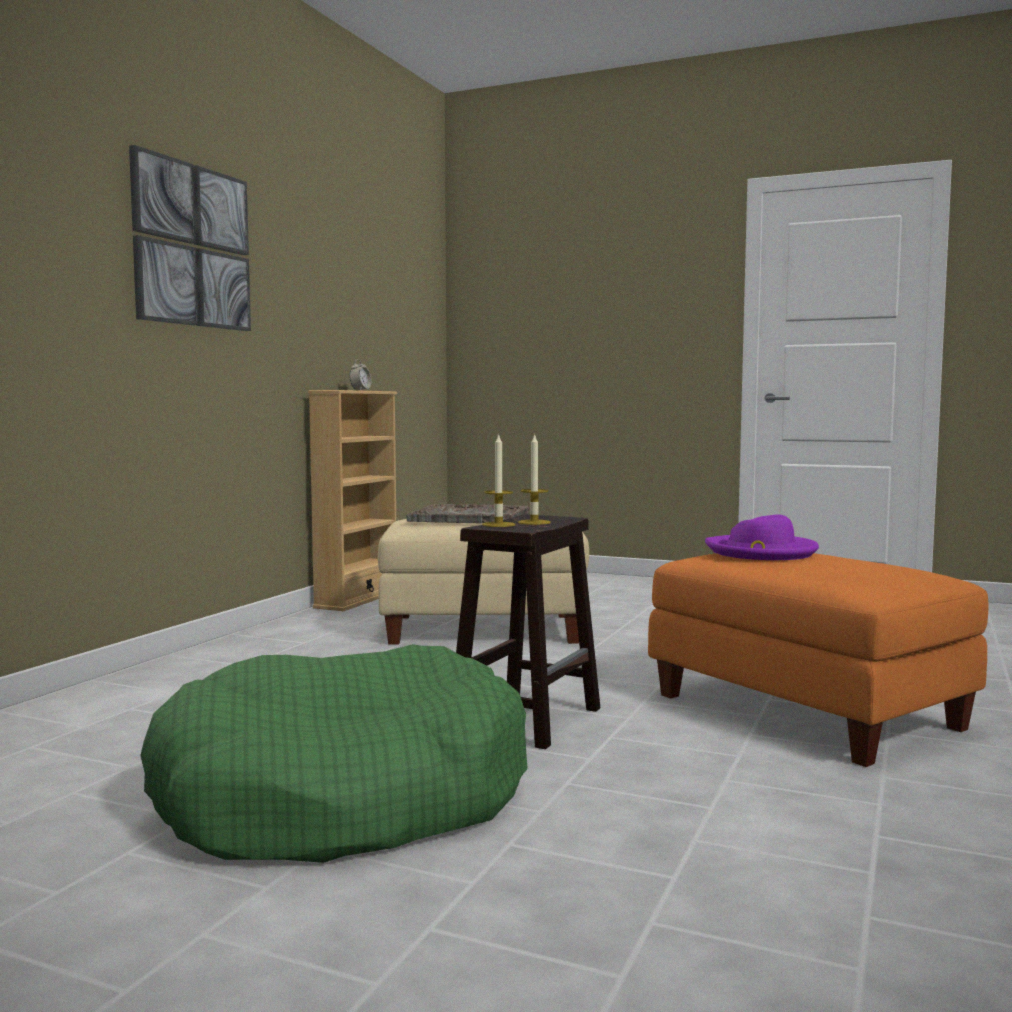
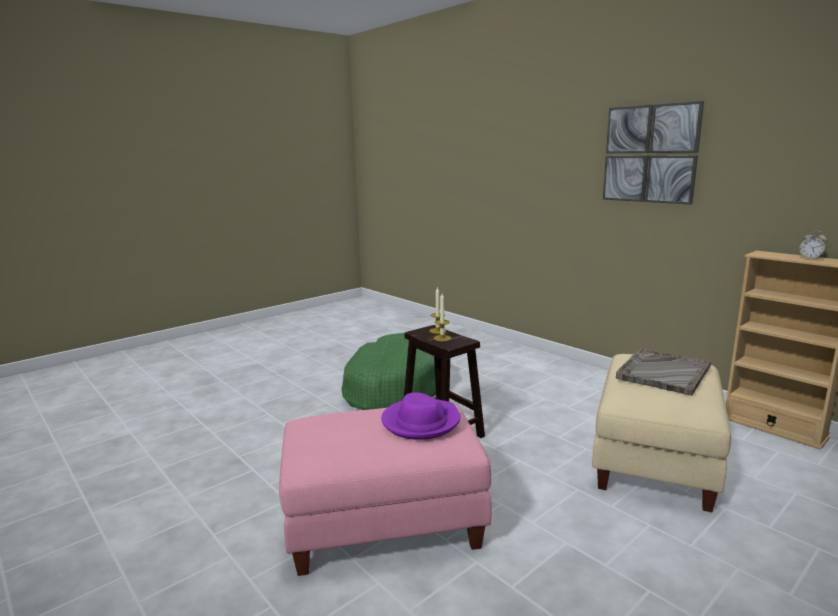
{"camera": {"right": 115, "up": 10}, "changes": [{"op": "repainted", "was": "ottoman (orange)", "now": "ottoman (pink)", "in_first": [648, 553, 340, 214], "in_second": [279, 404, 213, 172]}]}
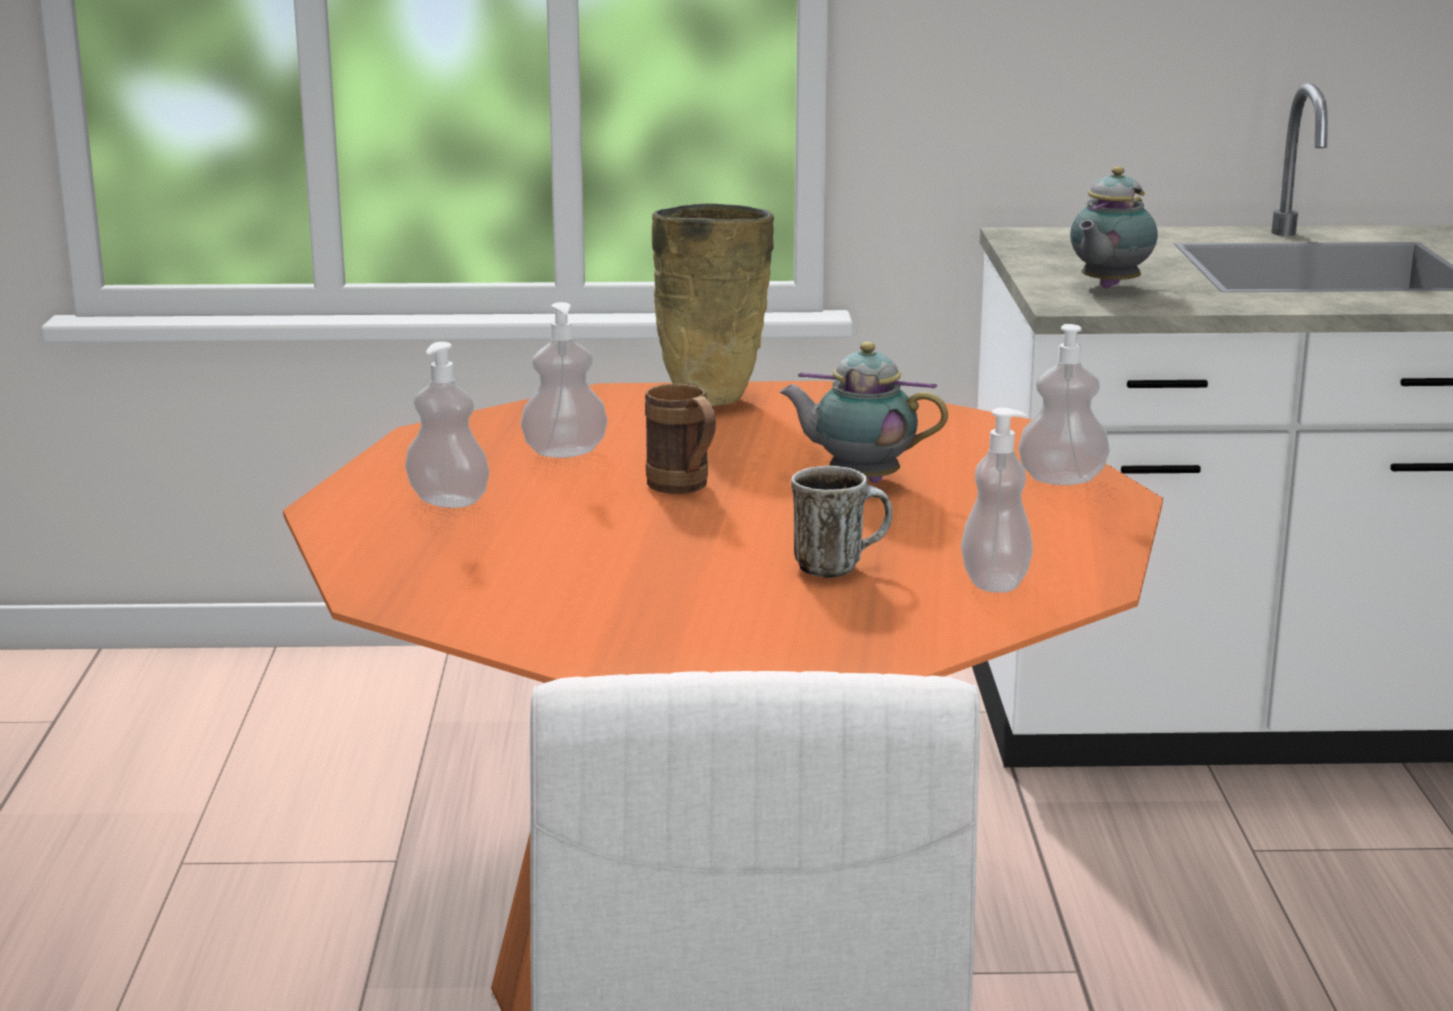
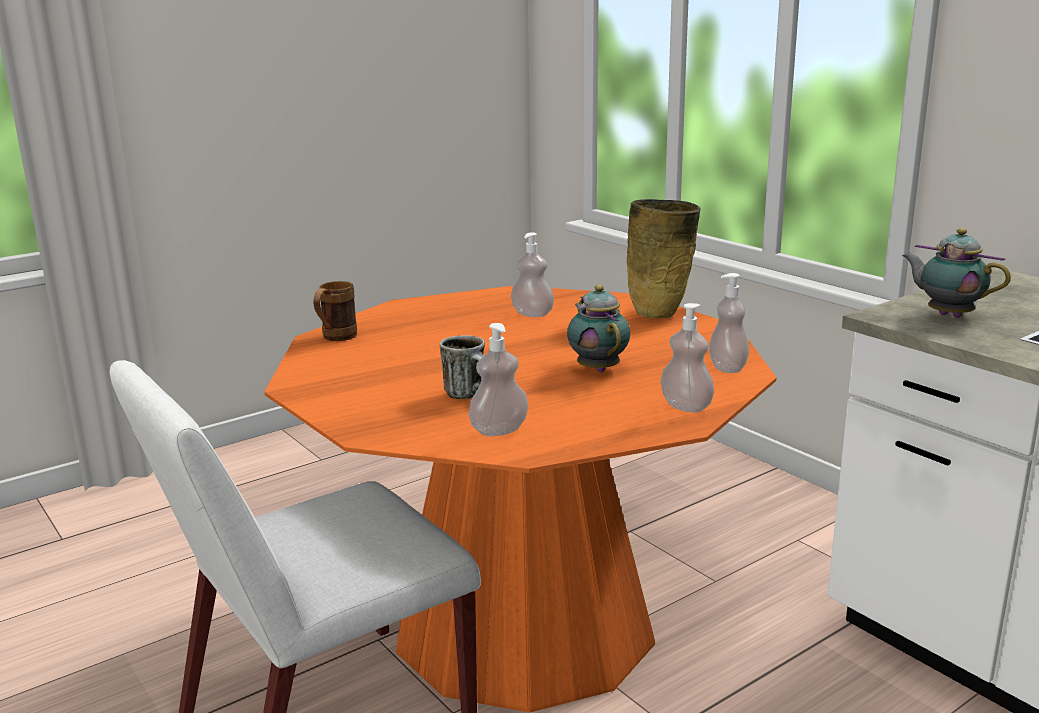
{"camera": {"right": 55, "up": 0}, "changes": [{"op": "shifted", "was": "soap dispenser", "in_first": [405, 342, 84, 166], "in_second": [709, 273, 40, 100]}, {"op": "shifted", "was": "mug (brown)", "in_first": [645, 384, 71, 110], "in_second": [313, 281, 44, 60]}, {"op": "rotated", "was": "teapot", "in_first": [1070, 166, 88, 123], "in_second": [902, 228, 109, 90], "clockwise": 45}]}
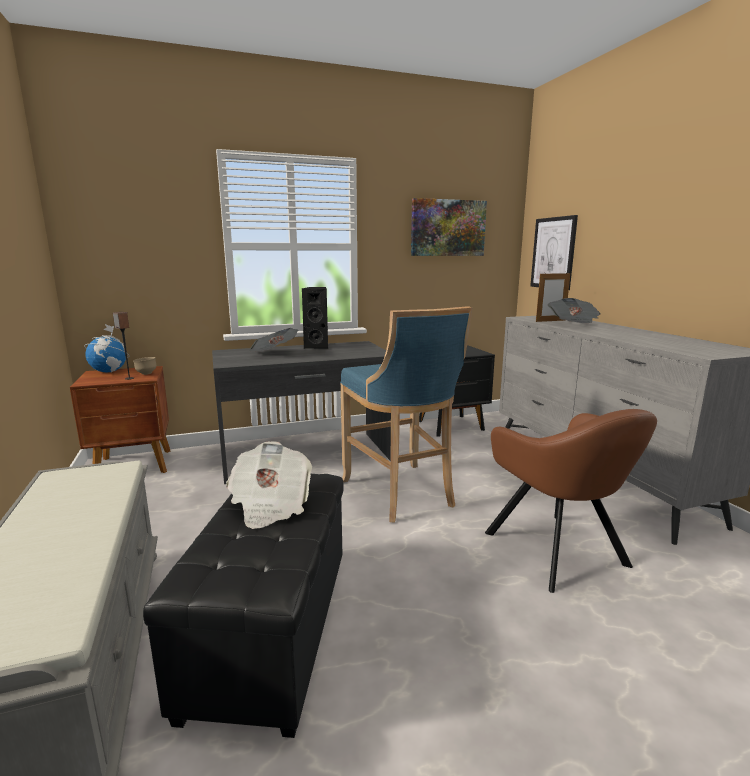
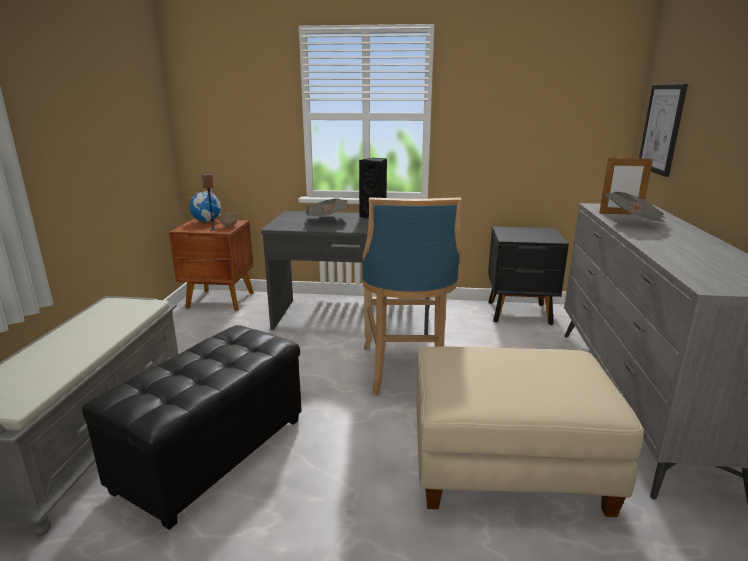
{"camera": {"right": 25, "up": 5}, "changes": [{"op": "gone", "was": "newspaper", "in_first": [226, 441, 86, 88]}, {"op": "gone", "was": "picture", "in_first": [411, 198, 76, 58]}, {"op": "swapped", "was": "armchair (brown)", "now": "ottoman (beige)", "in_first": [485, 409, 172, 184], "in_second": [416, 346, 228, 171]}]}
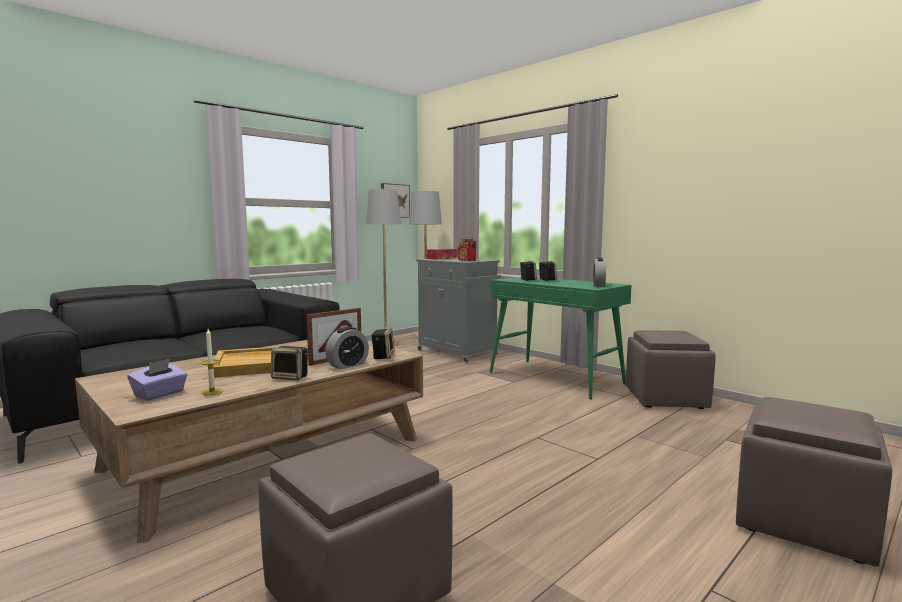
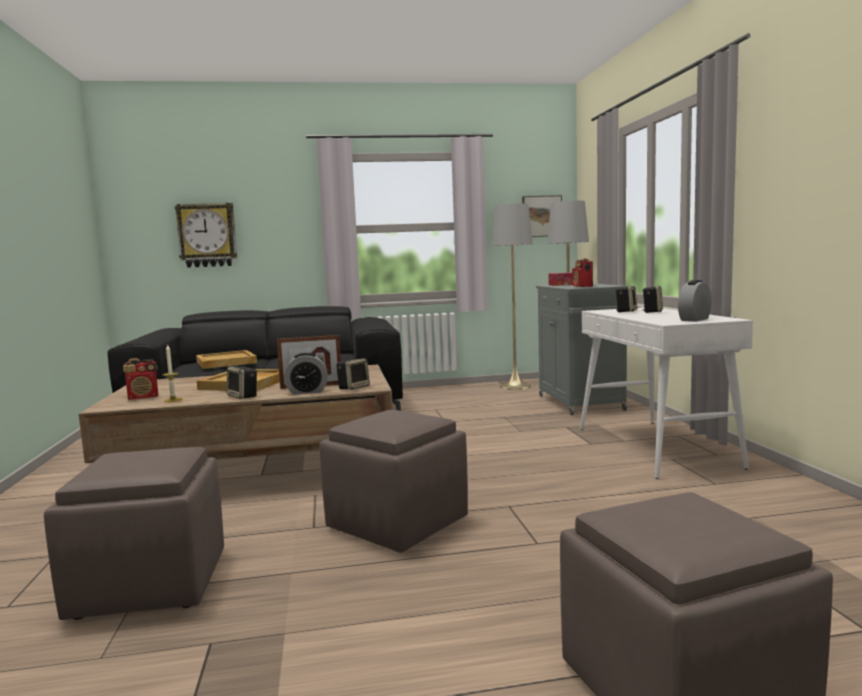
{"camera": {"right": 35, "up": 0}, "changes": [{"op": "swapped", "was": "tissue box (purple)", "now": "radio", "in_first": [128, 359, 59, 42], "in_second": [123, 358, 35, 42]}, {"op": "repainted", "was": "console table (green)", "now": "console table (white)", "in_first": [490, 277, 142, 122], "in_second": [580, 307, 173, 172]}, {"op": "shifted", "was": "ottoman (brown)", "in_first": [626, 330, 90, 79], "in_second": [319, 410, 149, 143]}, {"op": "new", "now": "wall clock", "in_second": [175, 203, 62, 65]}, {"op": "new", "now": "tray (beige)", "in_second": [196, 350, 61, 19]}]}
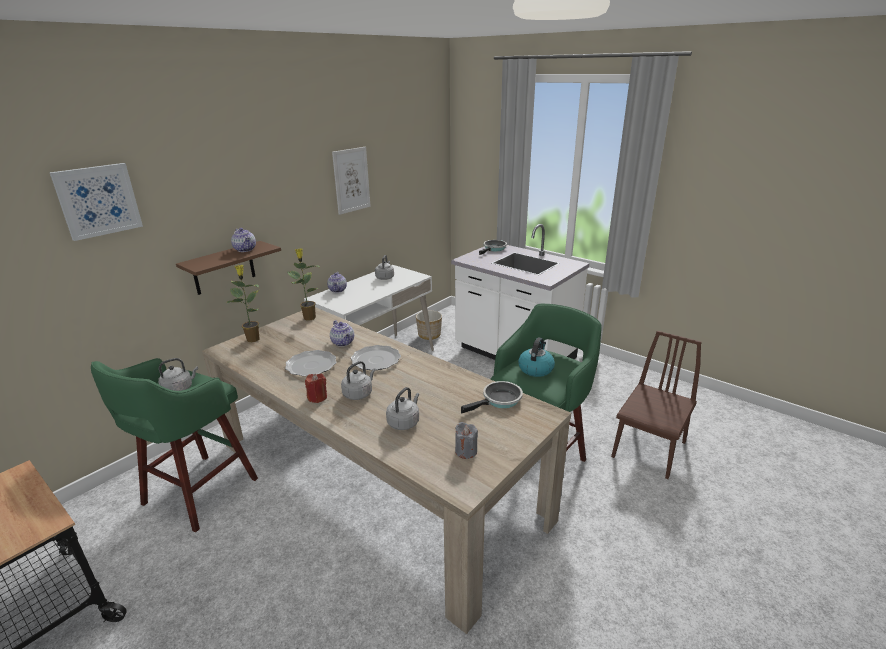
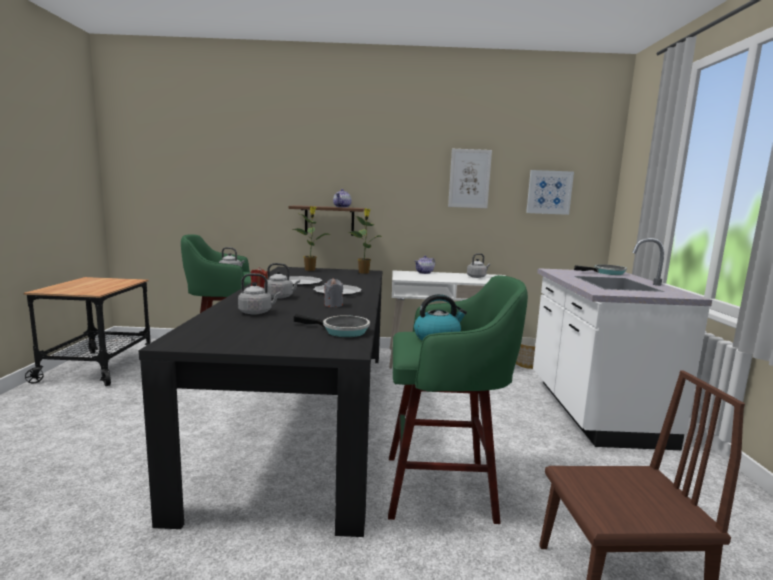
{"camera": {"right": 50, "up": -15}, "changes": [{"op": "shifted", "was": "picture", "in_first": [50, 163, 93, 78], "in_second": [526, 170, 48, 45]}, {"op": "repainted", "was": "dining table (beige)", "now": "dining table (black)", "in_first": [202, 307, 369, 327], "in_second": [139, 267, 243, 270]}, {"op": "gone", "was": "teapot", "in_first": [330, 320, 24, 27]}, {"op": "shifted", "was": "candle (grey)", "in_first": [455, 422, 23, 37], "in_second": [324, 278, 19, 29]}]}
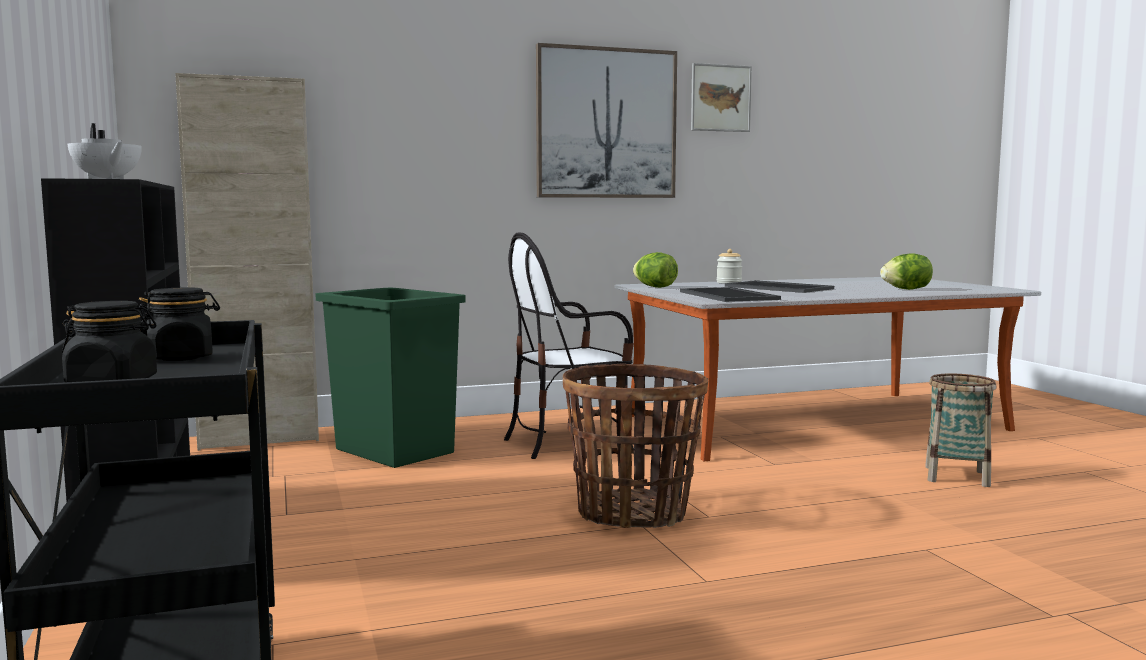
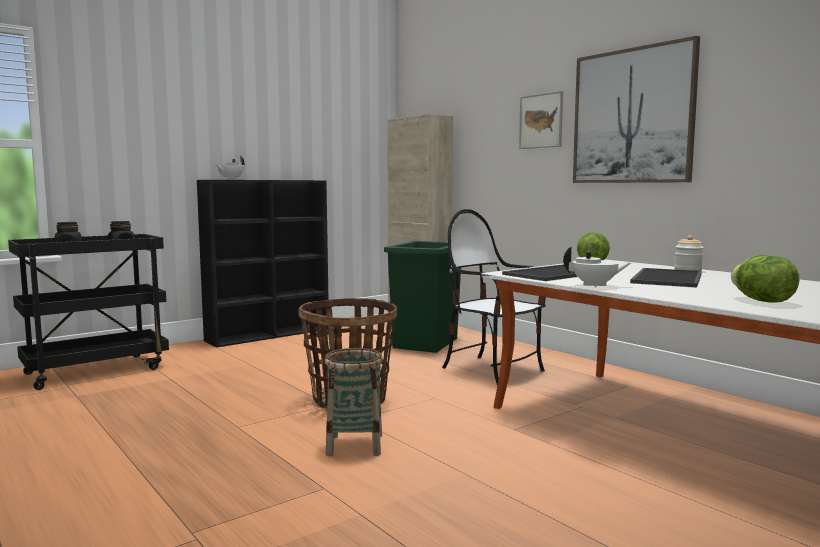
{"camera": {"right": 70, "up": 0}, "changes": [{"op": "shifted", "was": "picture", "in_first": [691, 63, 61, 69], "in_second": [519, 91, 44, 58]}, {"op": "shifted", "was": "basket", "in_first": [925, 374, 71, 113], "in_second": [325, 348, 58, 108]}, {"op": "new", "now": "teapot (white)", "in_second": [563, 246, 68, 42]}]}
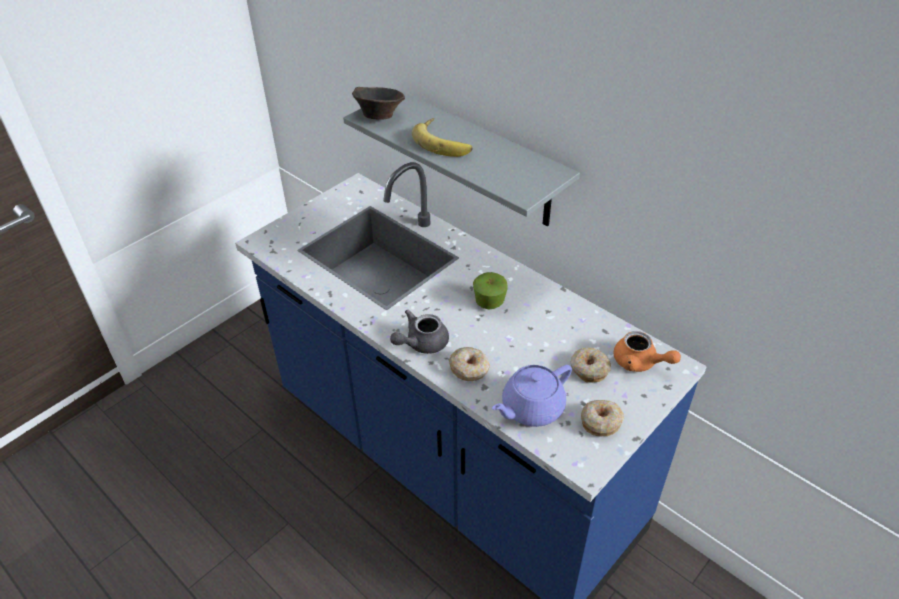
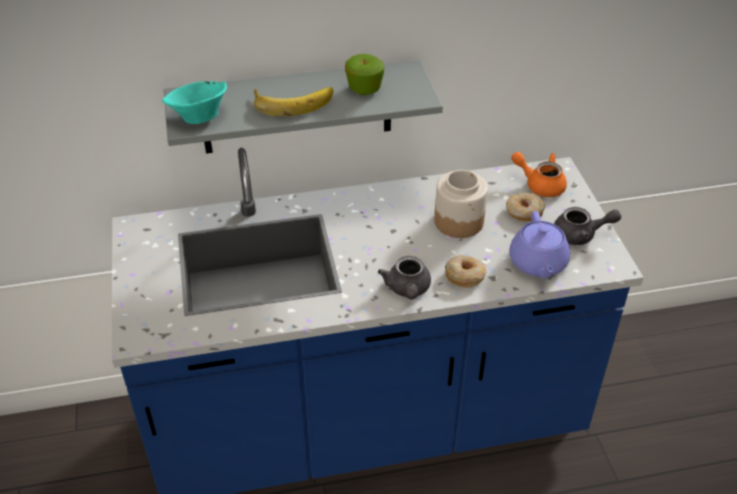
{"camera": {"right": -55, "up": 0}, "changes": [{"op": "repainted", "was": "bowl (brown)", "now": "bowl (turquoise)", "in_first": [352, 87, 53, 33], "in_second": [162, 81, 65, 43]}, {"op": "shifted", "was": "apple", "in_first": [473, 272, 35, 38], "in_second": [345, 54, 39, 41]}, {"op": "swapped", "was": "donut", "now": "teapot (grey)", "in_first": [581, 400, 43, 37], "in_second": [554, 207, 67, 38]}, {"op": "rotated", "was": "teapot (orange)", "in_first": [614, 331, 67, 41], "in_second": [511, 152, 56, 45], "clockwise": -135}, {"op": "new", "now": "jar", "in_second": [434, 170, 54, 68]}]}
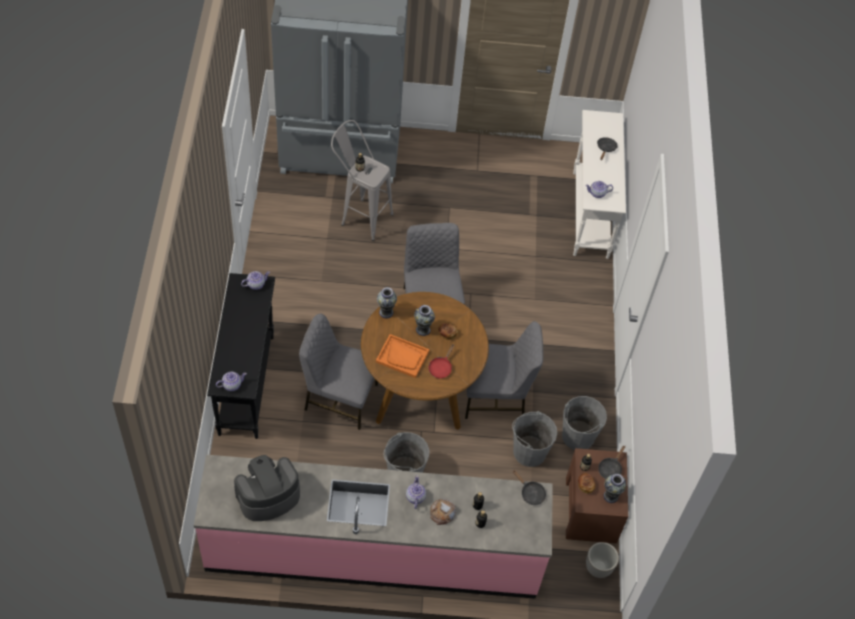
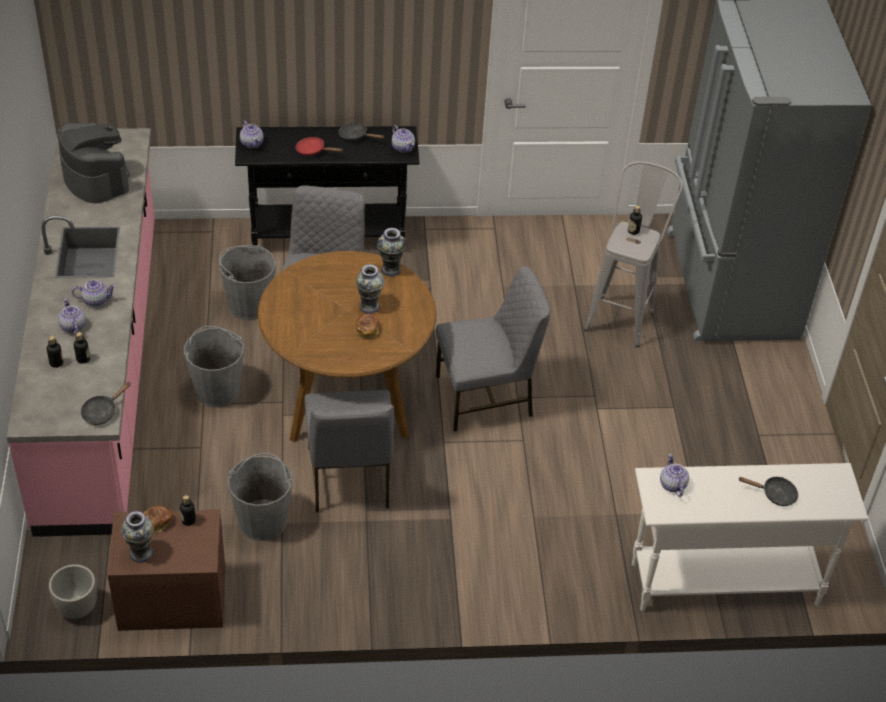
{"camera": {"right": 85, "up": -10}, "changes": [{"op": "gone", "was": "tray (orange)", "in_first": [376, 334, 53, 44]}, {"op": "shifted", "was": "frying pan (red)", "in_first": [429, 344, 25, 34], "in_second": [296, 137, 47, 19]}, {"op": "swapped", "was": "bread", "now": "teapot", "in_first": [430, 499, 26, 26], "in_second": [58, 298, 28, 37]}, {"op": "shifted", "was": "bucket (grey)", "in_first": [562, 396, 45, 54], "in_second": [219, 245, 57, 75]}, {"op": "shifted", "was": "frying pan (black)", "in_first": [598, 446, 27, 33], "in_second": [338, 123, 46, 18]}]}
